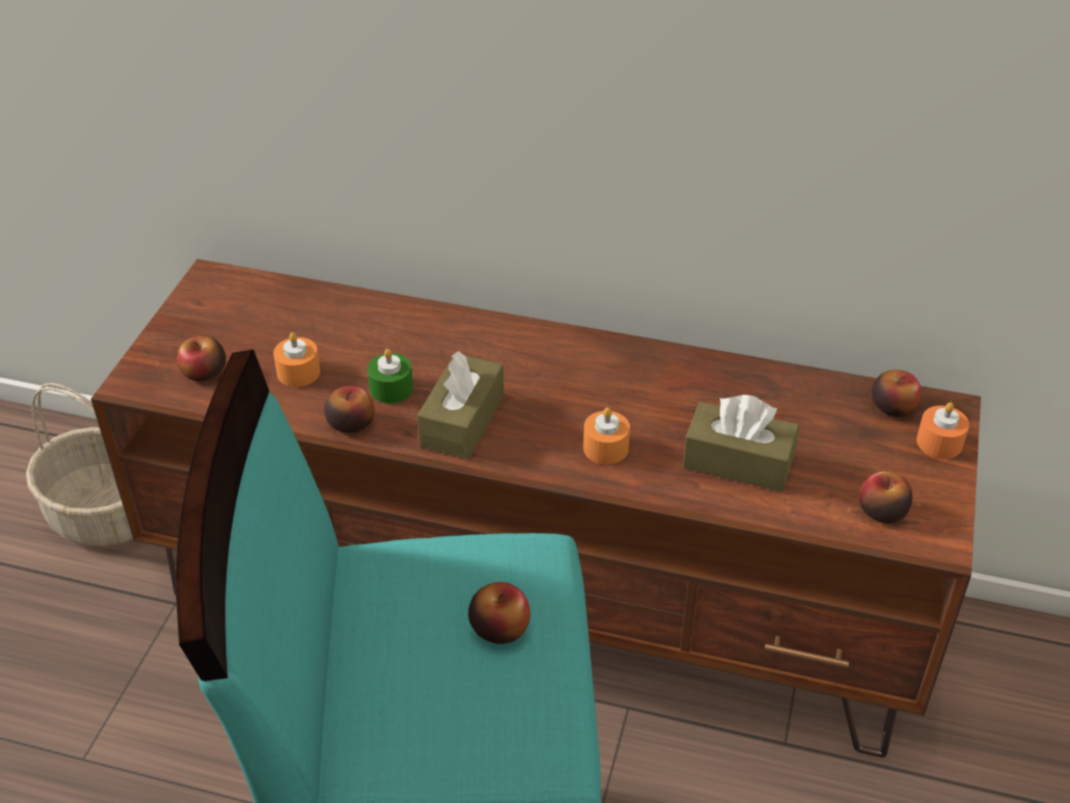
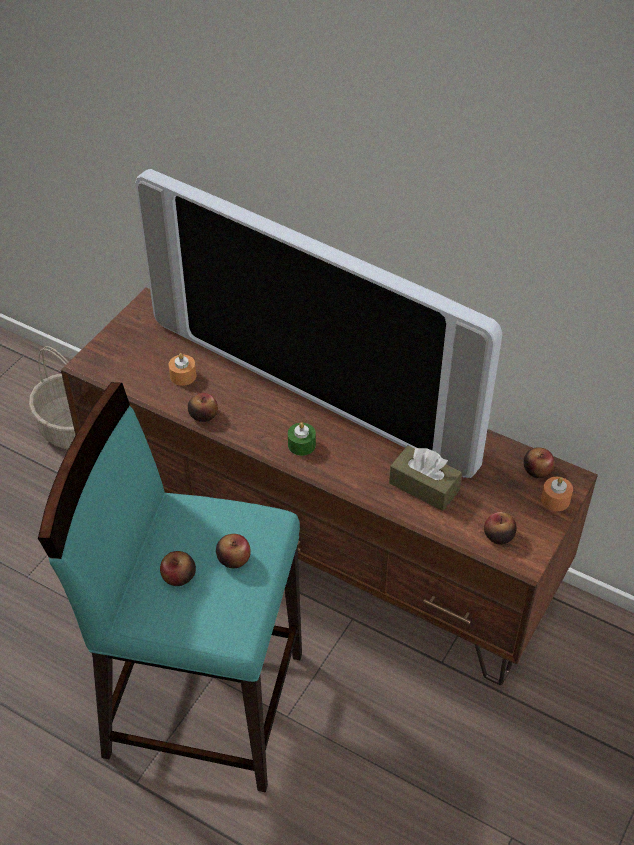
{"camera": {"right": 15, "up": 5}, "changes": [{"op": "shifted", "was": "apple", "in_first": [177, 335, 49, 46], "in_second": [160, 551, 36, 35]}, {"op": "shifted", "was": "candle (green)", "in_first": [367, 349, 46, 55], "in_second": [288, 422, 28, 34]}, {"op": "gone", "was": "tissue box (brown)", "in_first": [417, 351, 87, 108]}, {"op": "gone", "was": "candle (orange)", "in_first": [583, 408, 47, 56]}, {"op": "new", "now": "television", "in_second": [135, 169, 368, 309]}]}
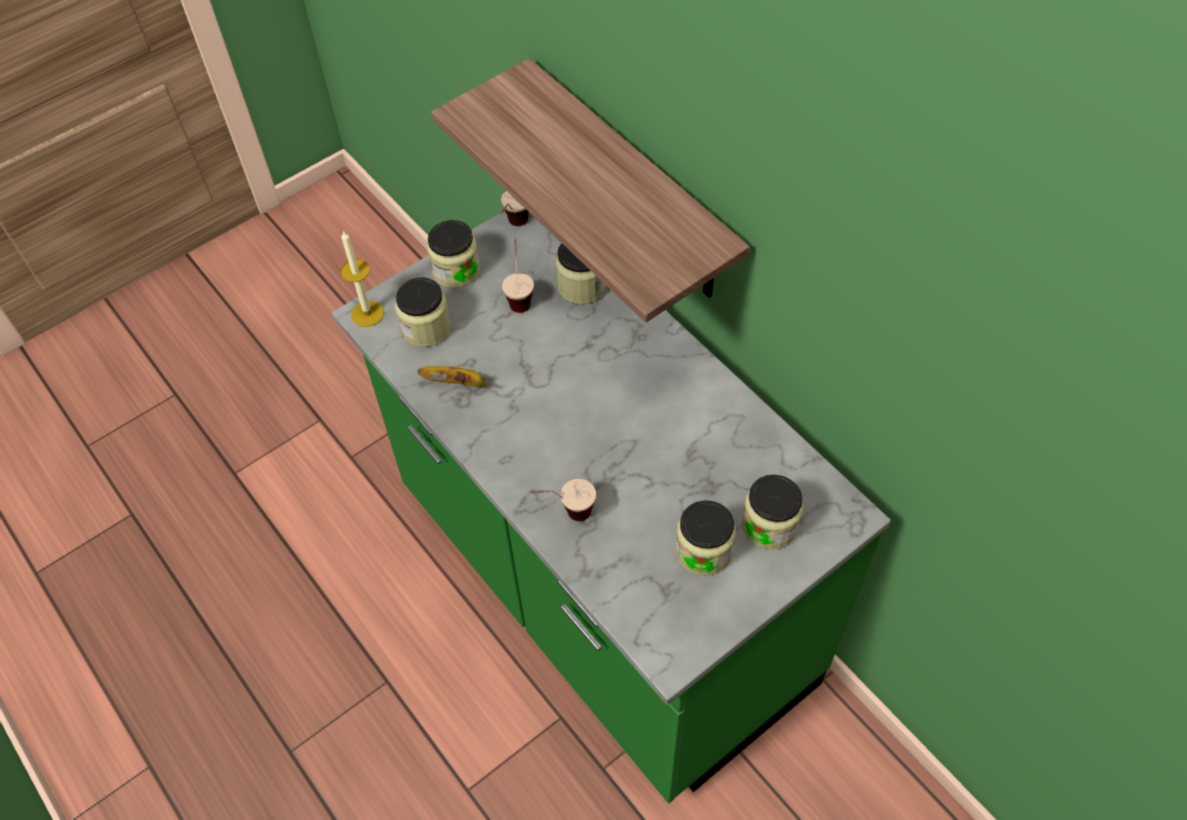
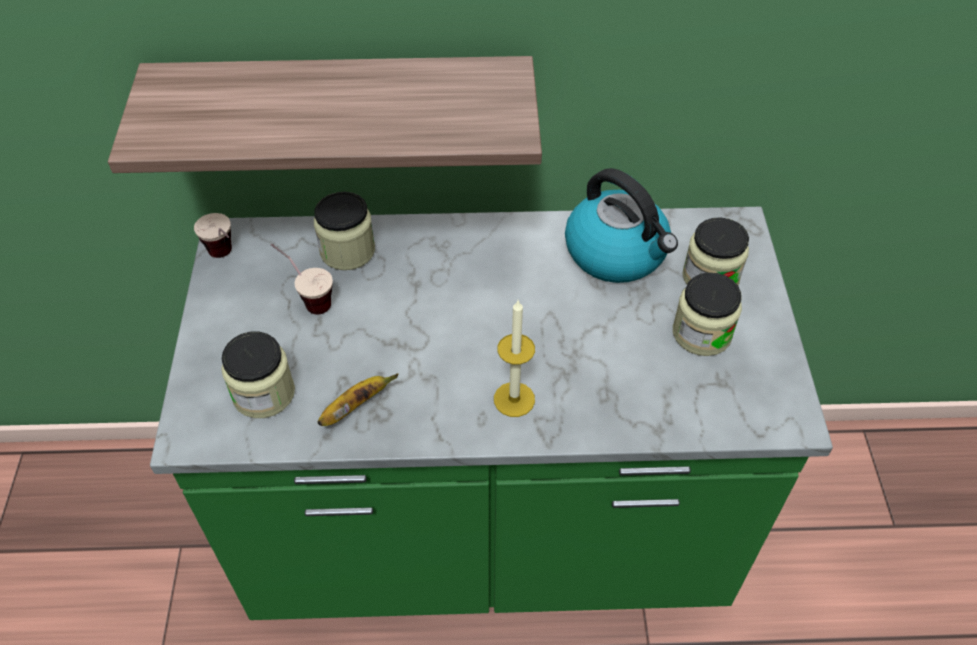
{"camera": {"right": -55, "up": -5}, "changes": [{"op": "shifted", "was": "candle", "in_first": [340, 231, 44, 96], "in_second": [494, 301, 41, 116]}, {"op": "gone", "was": "jar", "in_first": [427, 220, 53, 68]}, {"op": "gone", "was": "cup", "in_first": [530, 479, 66, 42]}, {"op": "new", "now": "kettle", "in_second": [565, 168, 113, 115]}]}
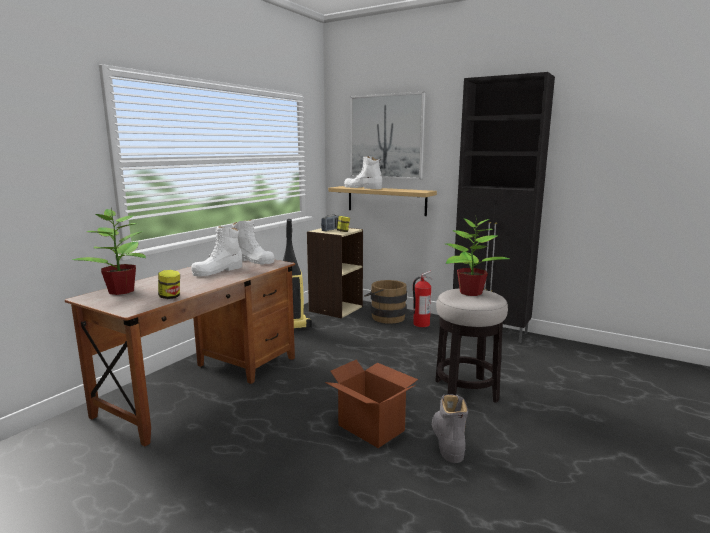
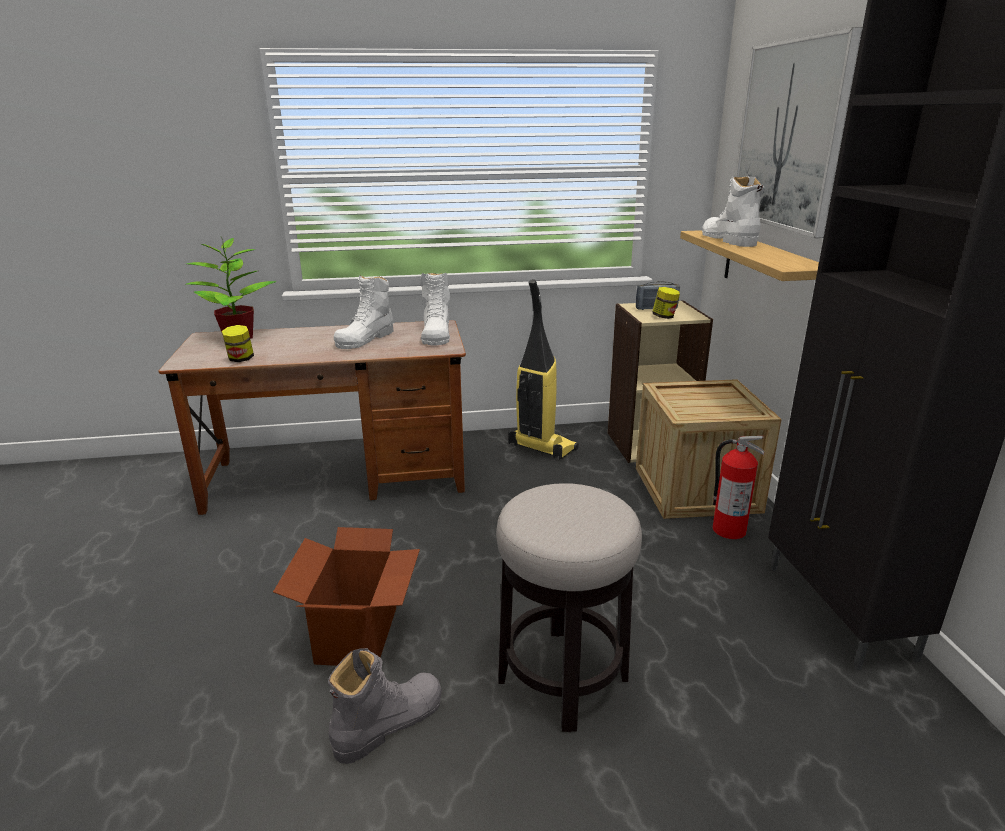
{"camera": {"right": 50, "up": 10}, "changes": [{"op": "rotated", "was": "boot (white)", "in_first": [191, 226, 51, 50], "in_second": [334, 275, 60, 74], "clockwise": -60}, {"op": "swapped", "was": "bucket (brown)", "now": "crate", "in_first": [364, 280, 43, 44], "in_second": [636, 379, 146, 140]}, {"op": "gone", "was": "potted plant", "in_first": [446, 215, 63, 81]}]}
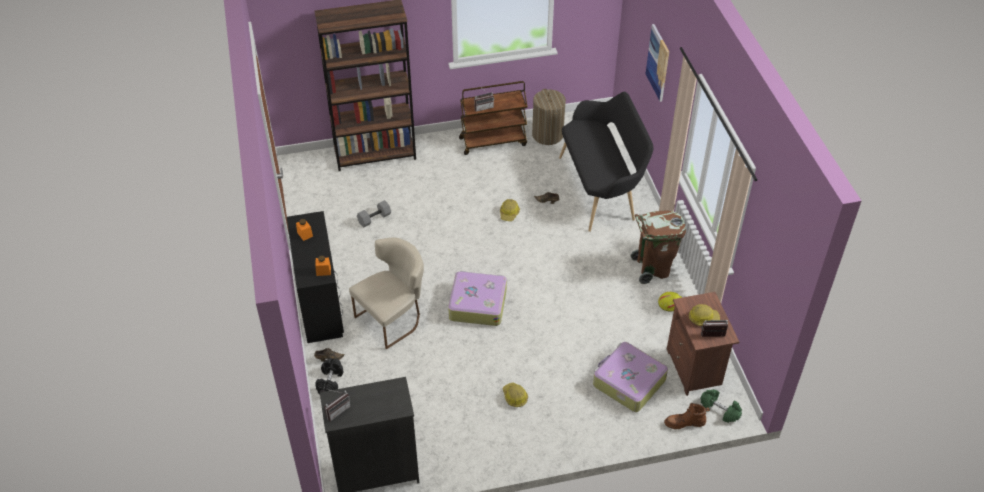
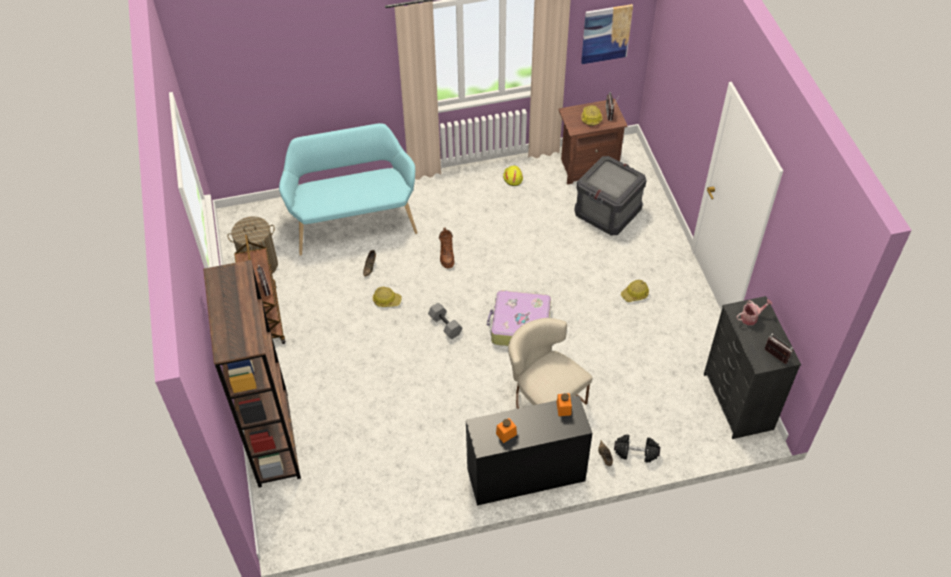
{"camera": {"right": -90, "up": 5}, "changes": [{"op": "shifted", "was": "dumbbell (grey)", "in_first": [357, 200, 34, 28], "in_second": [428, 303, 34, 36]}, {"op": "repainted", "was": "bench (black)", "now": "bench (turquoise)", "in_first": [559, 92, 94, 140], "in_second": [279, 123, 138, 133]}, {"op": "swapped", "was": "suitcase", "now": "crate", "in_first": [593, 342, 75, 70], "in_second": [574, 156, 72, 79]}, {"op": "gone", "was": "trash can (brown)", "in_first": [631, 211, 55, 73]}, {"op": "shifted", "was": "picture", "in_first": [646, 24, 23, 78], "in_second": [581, 4, 52, 60]}, {"op": "shifted", "was": "boot (brown)", "in_first": [664, 403, 46, 26], "in_second": [439, 227, 16, 41]}, {"op": "gone", "was": "dumbbell (green)", "in_first": [700, 389, 42, 34]}, {"op": "new", "now": "watering can", "in_second": [736, 299, 36, 26]}]}
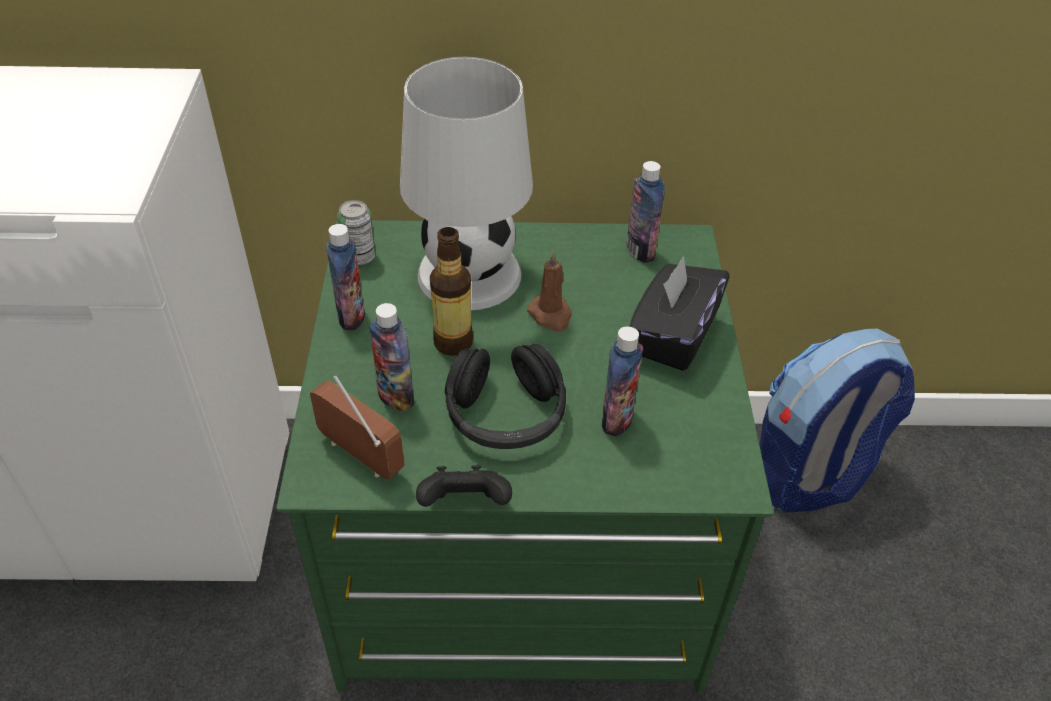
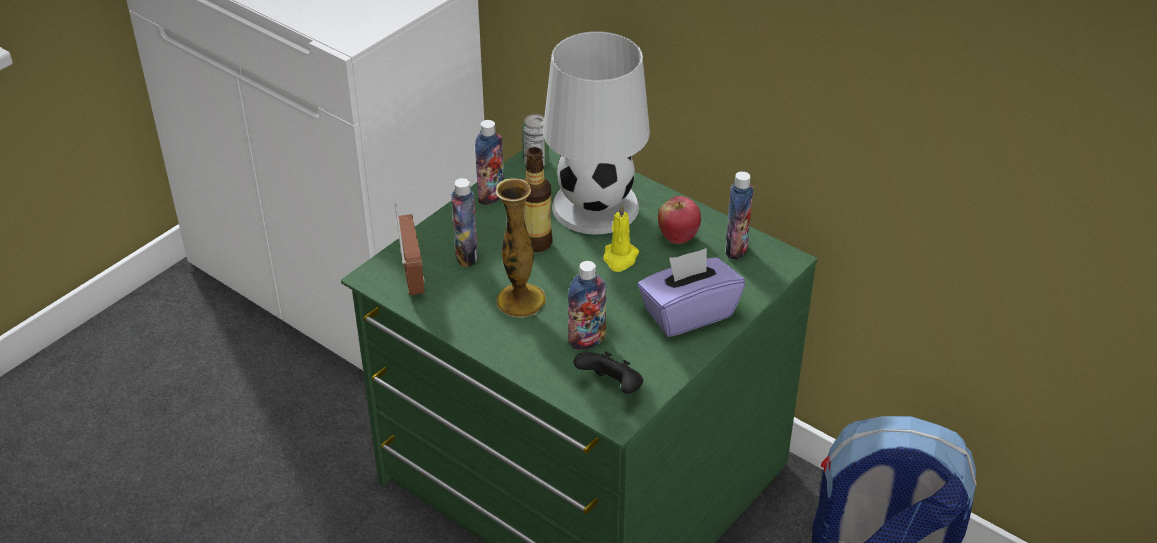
{"camera": {"right": 40, "up": -5}, "changes": [{"op": "shifted", "was": "game controller (black)", "in_first": [416, 465, 96, 42], "in_second": [574, 351, 69, 43]}, {"op": "swapped", "was": "headphones (black)", "now": "vase", "in_first": [445, 344, 121, 105], "in_second": [496, 178, 50, 140]}, {"op": "repainted", "was": "candle (brown)", "now": "candle (yellow)", "in_first": [527, 251, 45, 81], "in_second": [603, 204, 36, 68]}, {"op": "repainted", "was": "tissue box (black)", "now": "tissue box (purple)", "in_first": [629, 256, 100, 115], "in_second": [638, 248, 107, 89]}, {"op": "new", "now": "apple", "in_second": [658, 196, 43, 48]}]}
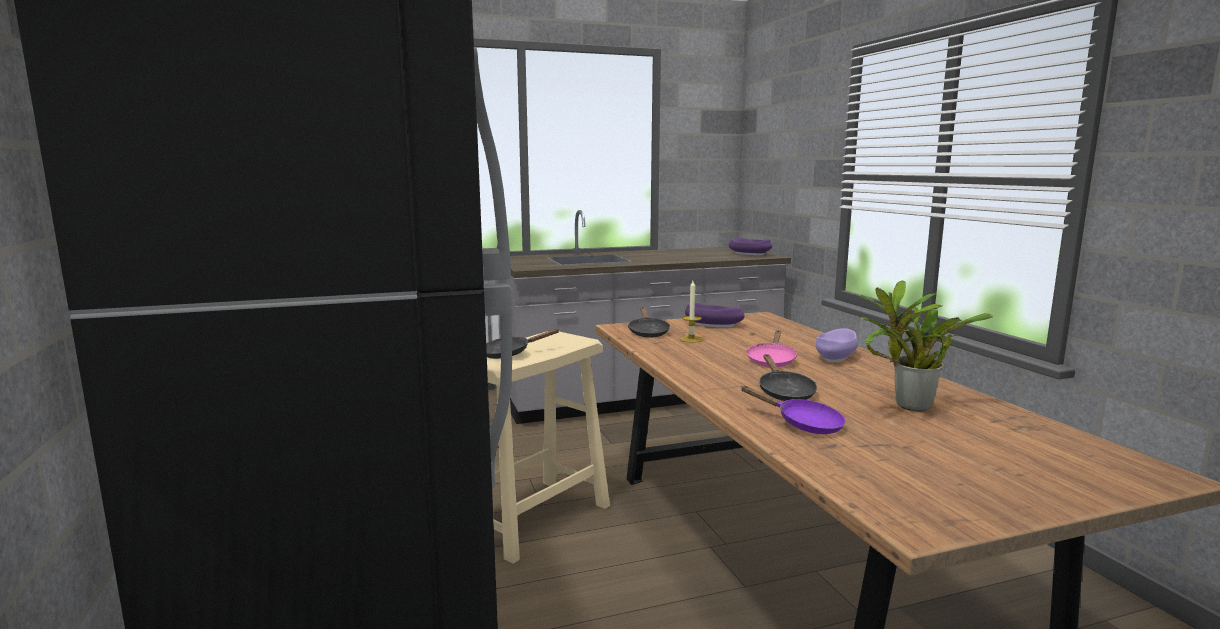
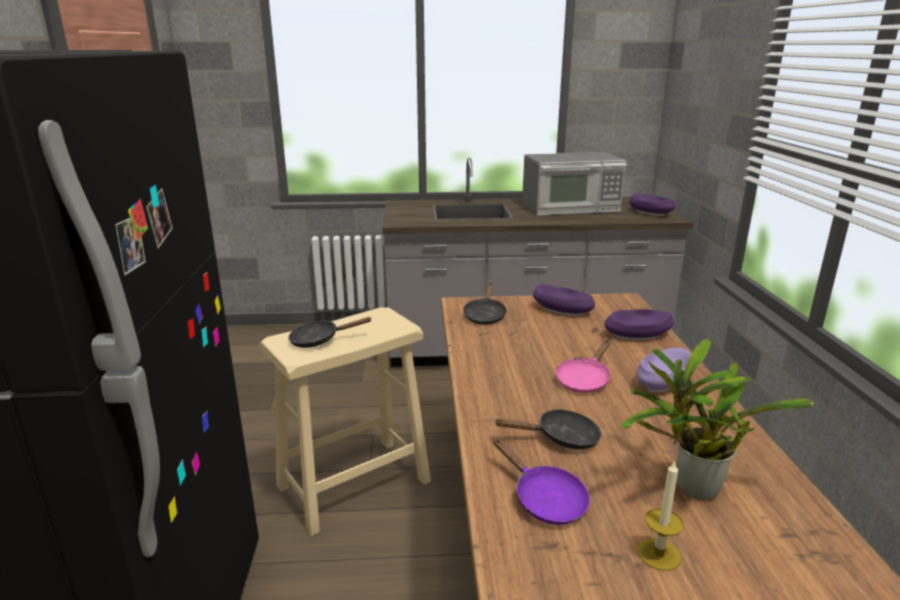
{"camera": {"right": 15, "up": 10}, "changes": [{"op": "shifted", "was": "candle", "in_first": [680, 281, 23, 62], "in_second": [637, 460, 47, 111]}, {"op": "rotated", "was": "frying pan (black)", "in_first": [759, 354, 58, 47], "in_second": [494, 409, 108, 40], "clockwise": -105}, {"op": "new", "now": "microwave", "in_second": [522, 152, 105, 64]}, {"op": "new", "now": "bowl (purple)", "in_second": [604, 309, 70, 31]}]}
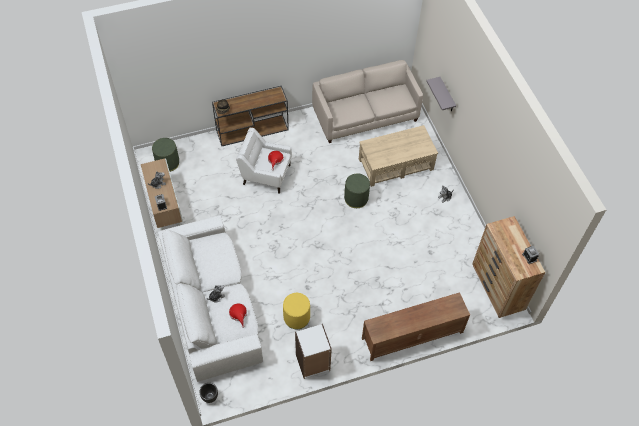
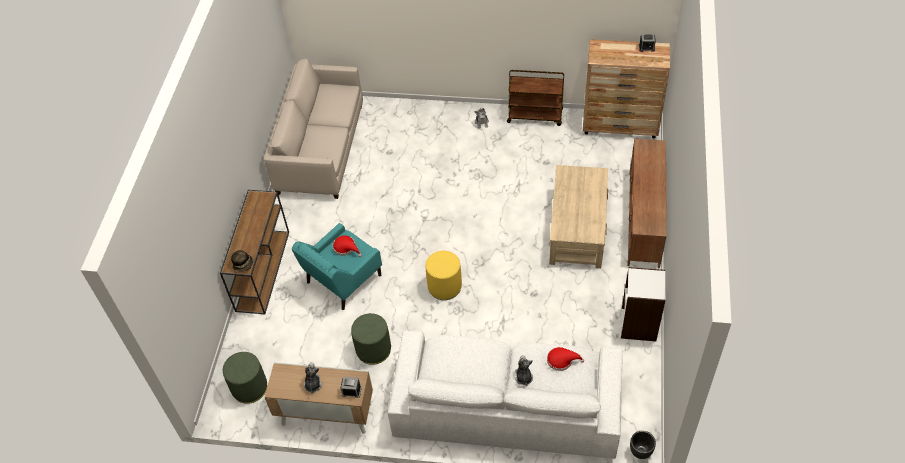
{"camera": {"right": -60, "up": -5}, "changes": [{"op": "repainted", "was": "armchair (white)", "now": "armchair (turquoise)", "in_first": [236, 128, 56, 66], "in_second": [292, 223, 90, 87]}, {"op": "shifted", "was": "ottoman (yellow)", "in_first": [283, 293, 27, 36], "in_second": [425, 251, 37, 49]}, {"op": "shifted", "was": "ottoman (green)", "in_first": [344, 173, 26, 35], "in_second": [351, 313, 40, 52]}, {"op": "shifted", "was": "coffee table (beige)", "in_first": [359, 125, 79, 62], "in_second": [549, 165, 59, 103]}, {"op": "gone", "was": "shelf (grey)", "in_first": [426, 77, 30, 34]}, {"op": "new", "now": "cart (brown)", "in_second": [507, 70, 57, 56]}]}
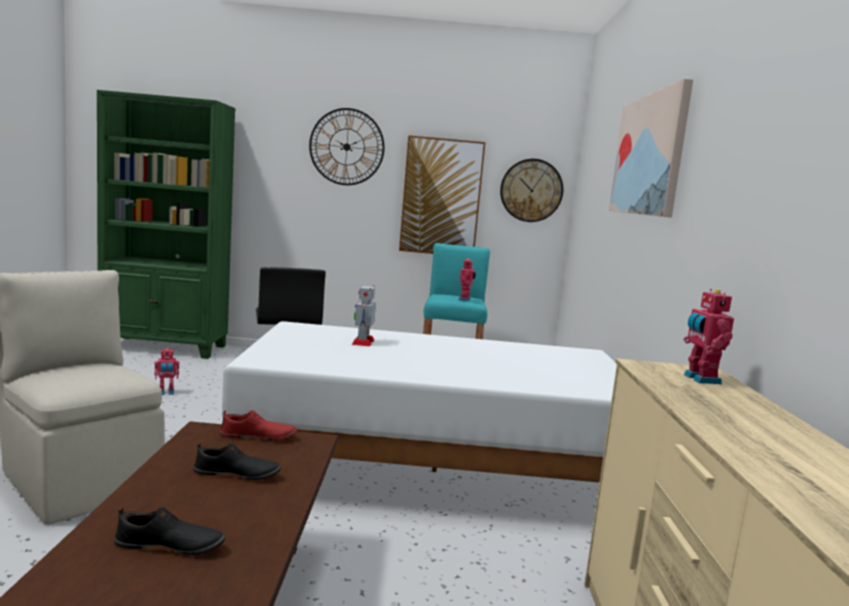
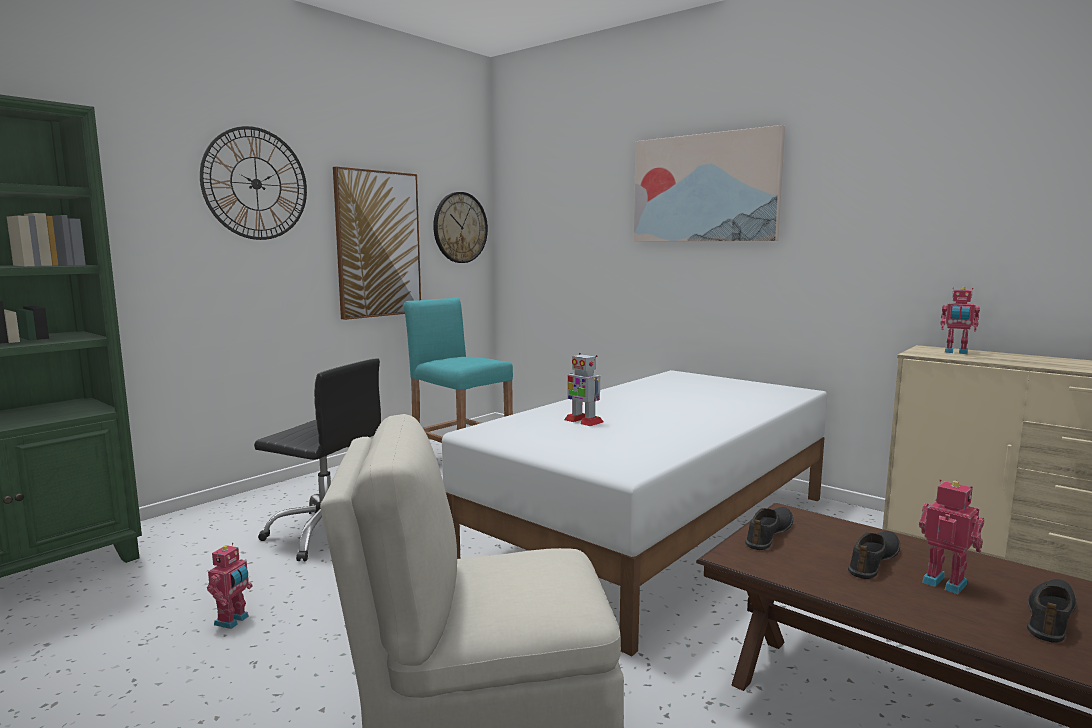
{"camera": {"right": -50, "up": 0}, "changes": [{"op": "repainted", "was": "shoe (red)", "now": "shoe (black)", "in_first": [220, 410, 77, 31], "in_second": [745, 507, 48, 43]}, {"op": "shifted", "was": "toy robot", "in_first": [459, 258, 17, 43], "in_second": [919, 479, 65, 115]}]}
